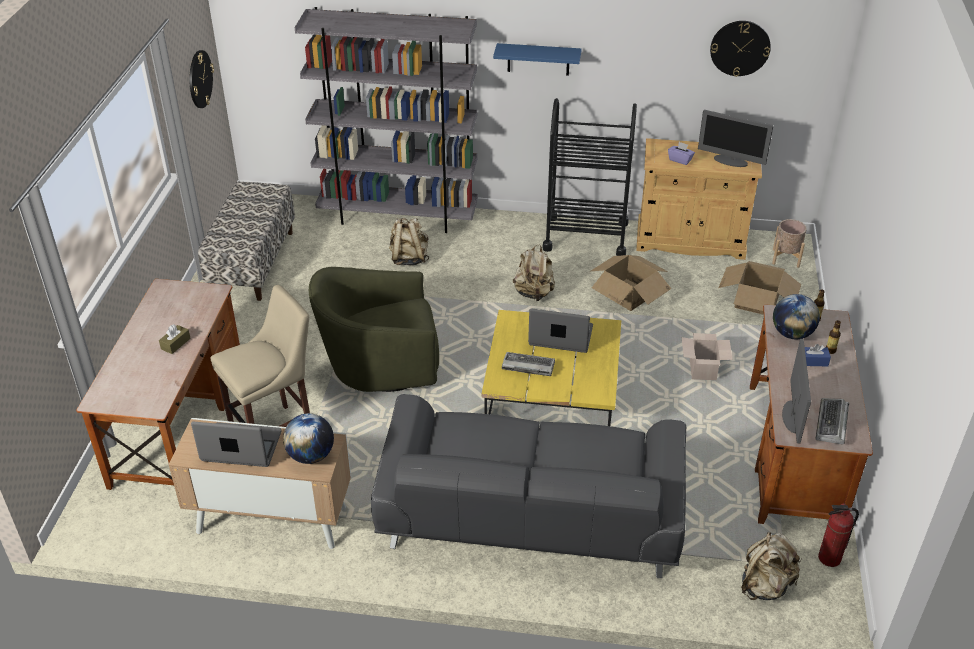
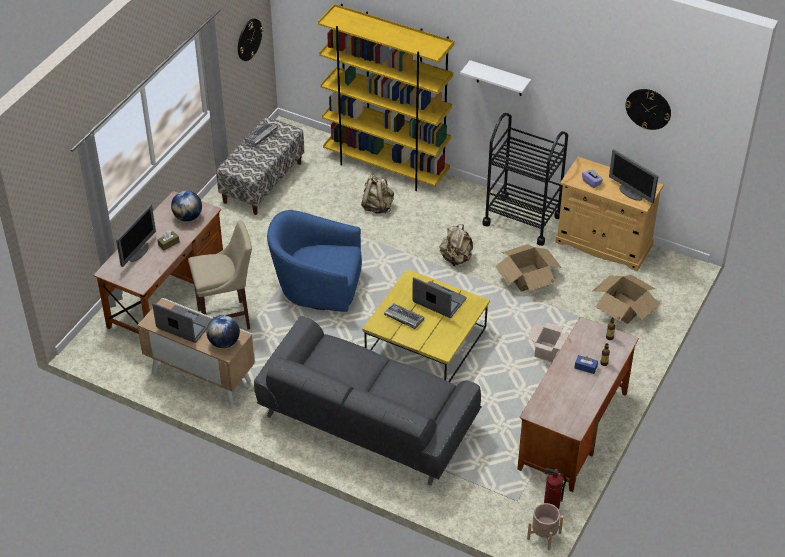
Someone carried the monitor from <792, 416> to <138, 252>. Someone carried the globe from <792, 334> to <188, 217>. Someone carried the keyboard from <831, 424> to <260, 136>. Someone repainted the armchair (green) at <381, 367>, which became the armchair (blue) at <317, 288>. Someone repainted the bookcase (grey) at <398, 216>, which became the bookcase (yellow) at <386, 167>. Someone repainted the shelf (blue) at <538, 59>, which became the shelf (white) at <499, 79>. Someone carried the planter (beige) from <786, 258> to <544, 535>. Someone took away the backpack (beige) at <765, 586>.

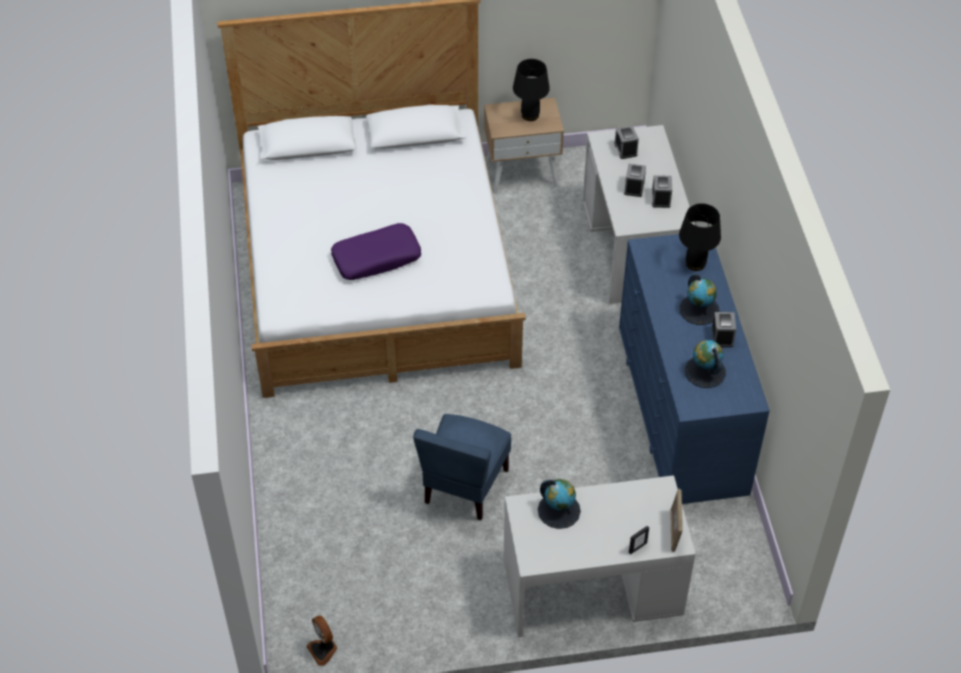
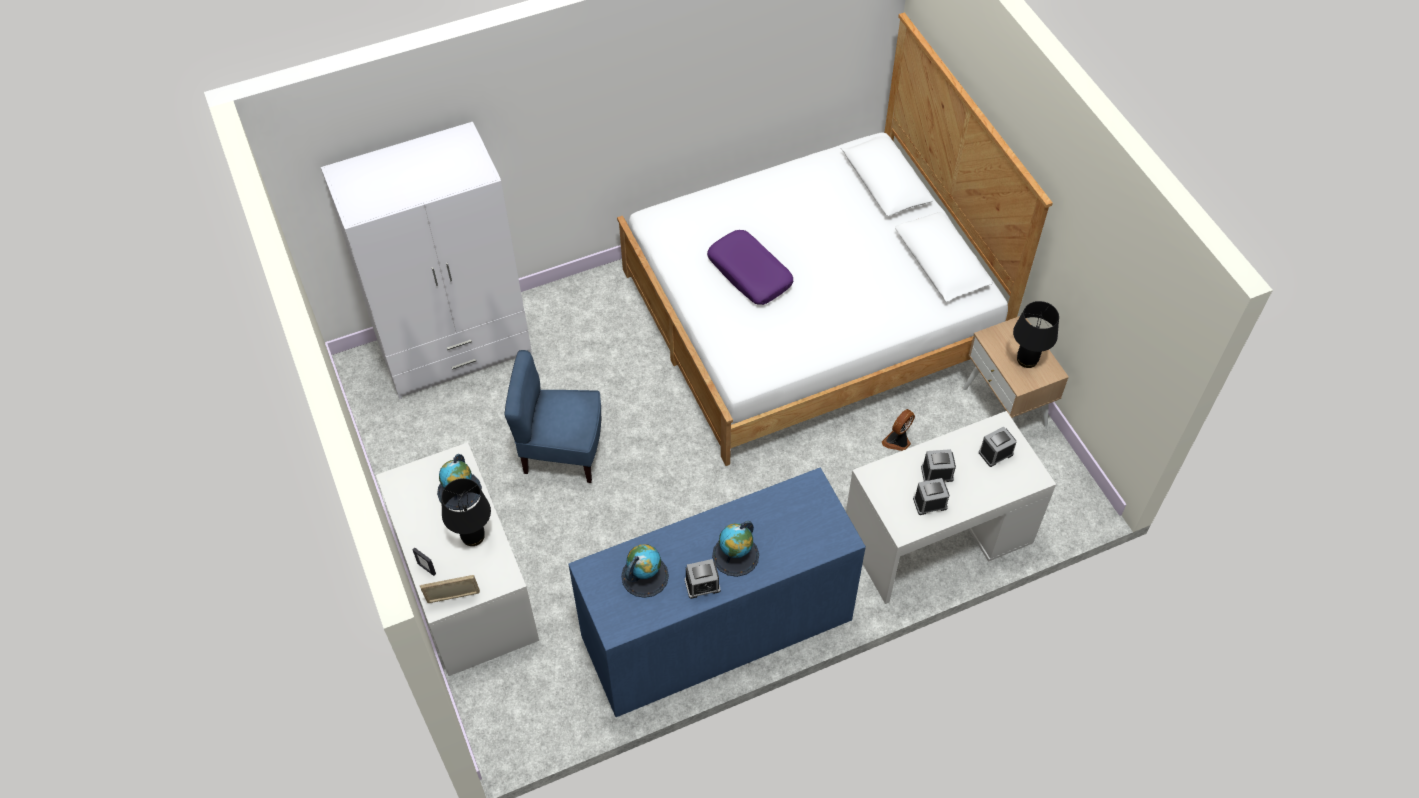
Someone put down the wardrobe (white) at <455, 349>. Someone carried the table lamp (black) from <695, 263> to <473, 535>. Someone carried the fan from <323, 650> to <898, 441>.

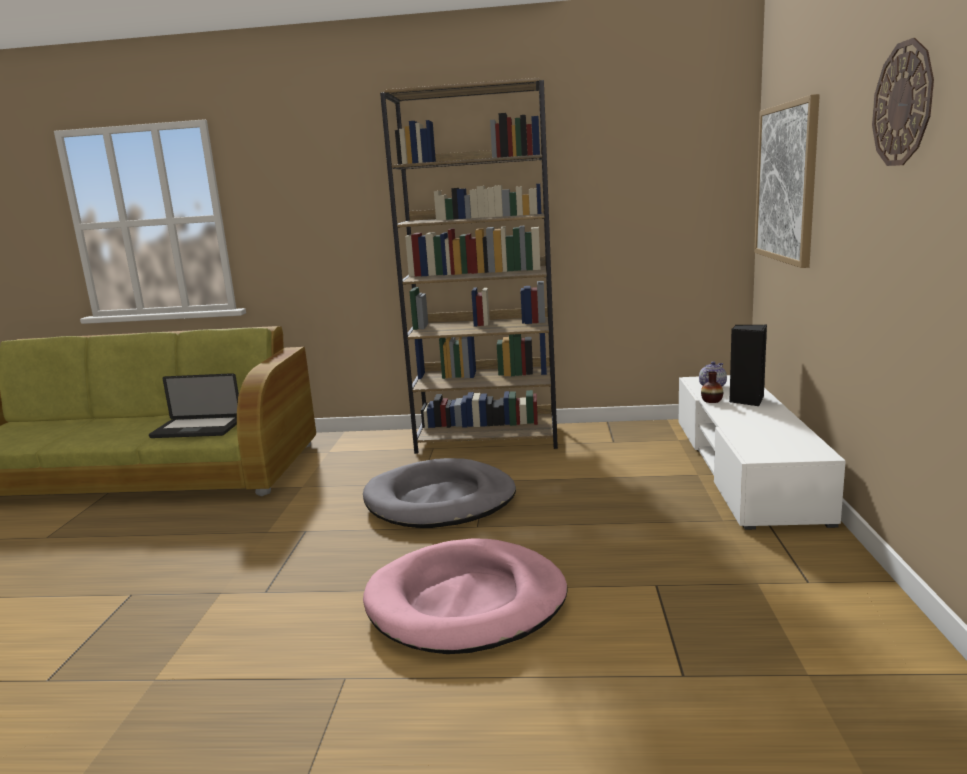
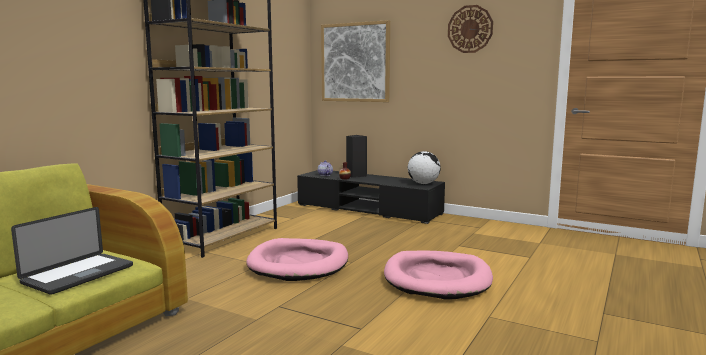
Someone repainted the dog bed (grey) at <440, 500>, which became the dog bed (pink) at <299, 263>. Someone repainted the tv stand (white) at <744, 467>, which became the tv stand (black) at <368, 209>. Someone put down the globe at <423, 183>.

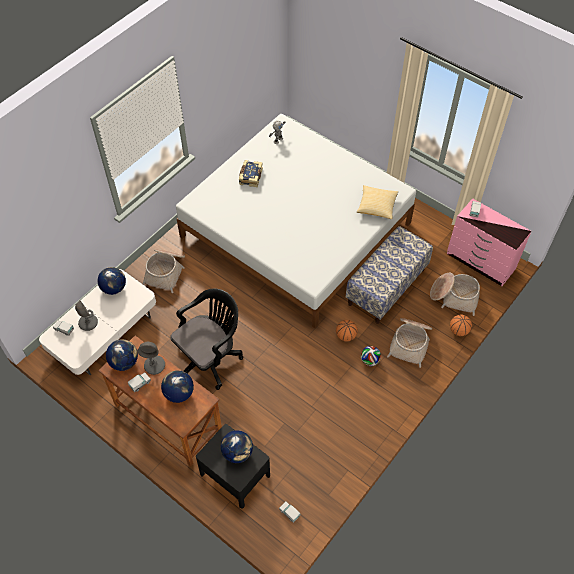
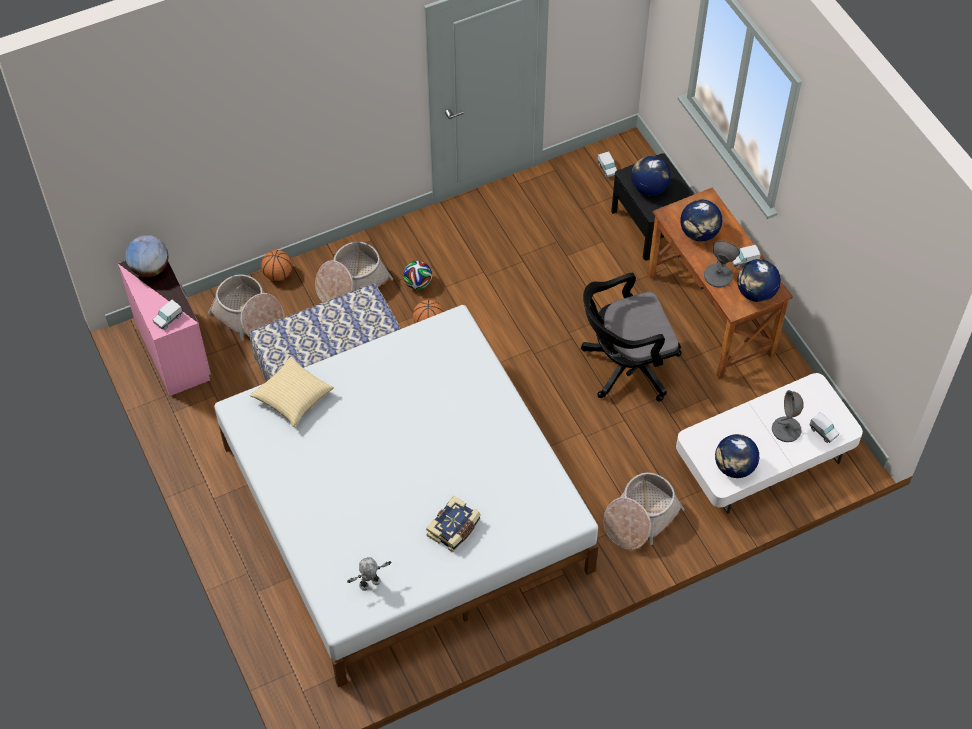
Someone put down the globe at <150, 268>.

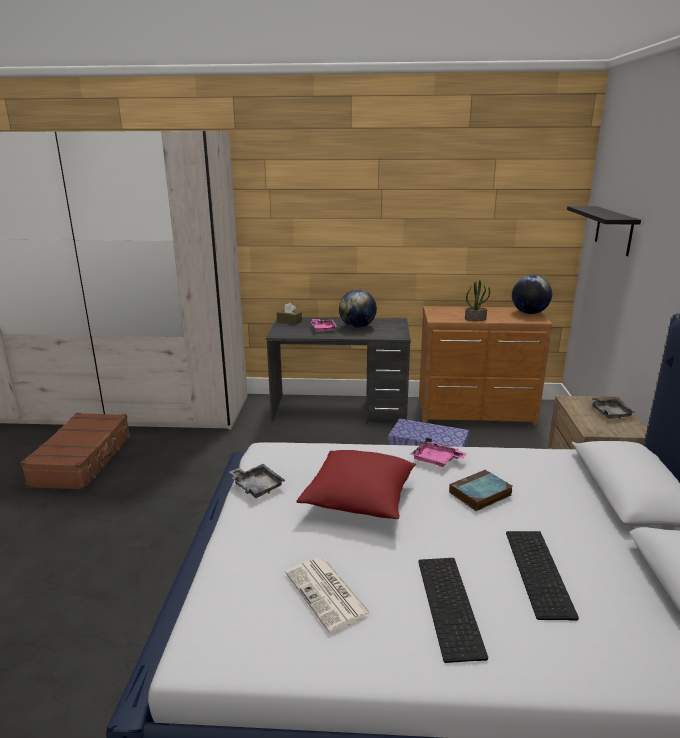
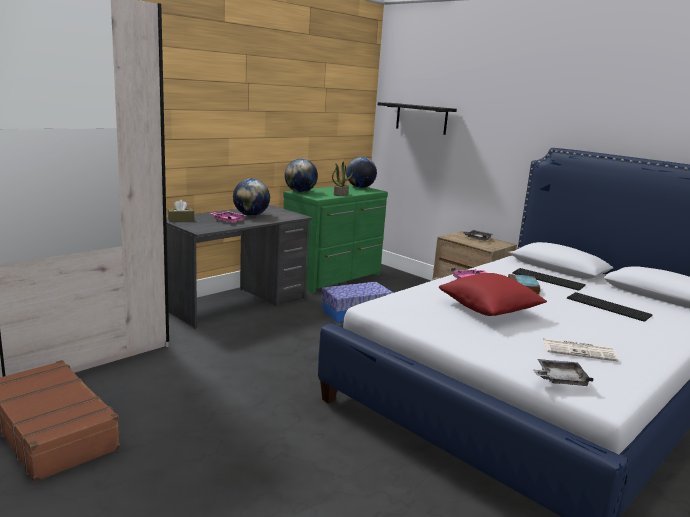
Someone repainted the dresser (brown) at <477, 413>, which became the dresser (green) at <334, 278>. Someone put down the globe at <300, 192>. Someone carried the keyboard from <452, 606> to <549, 279>. Someone carried the tray (grey) from <257, 486> to <560, 379>.

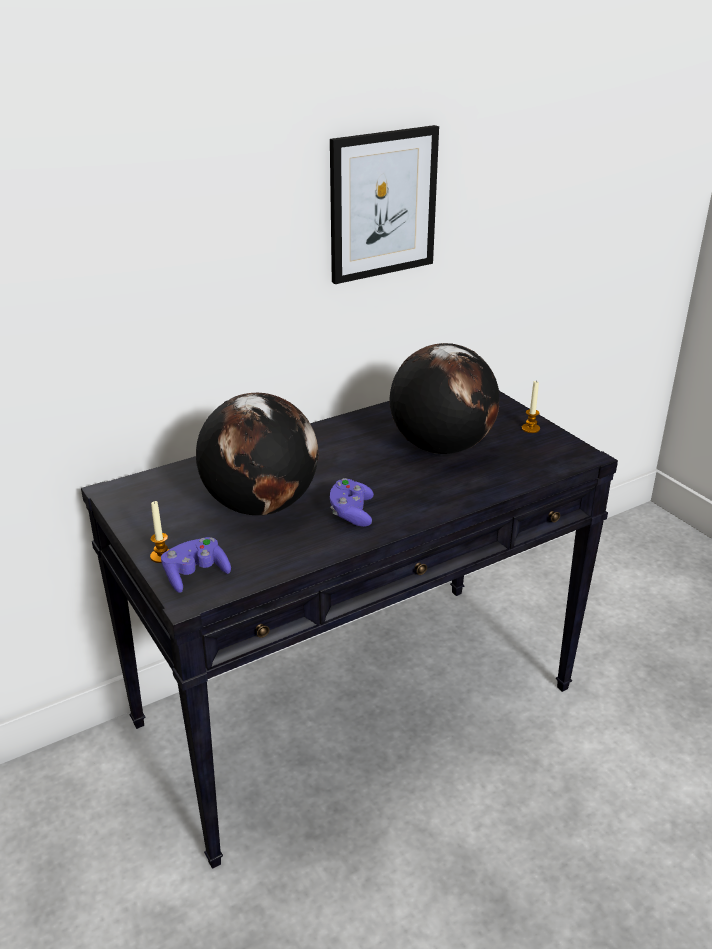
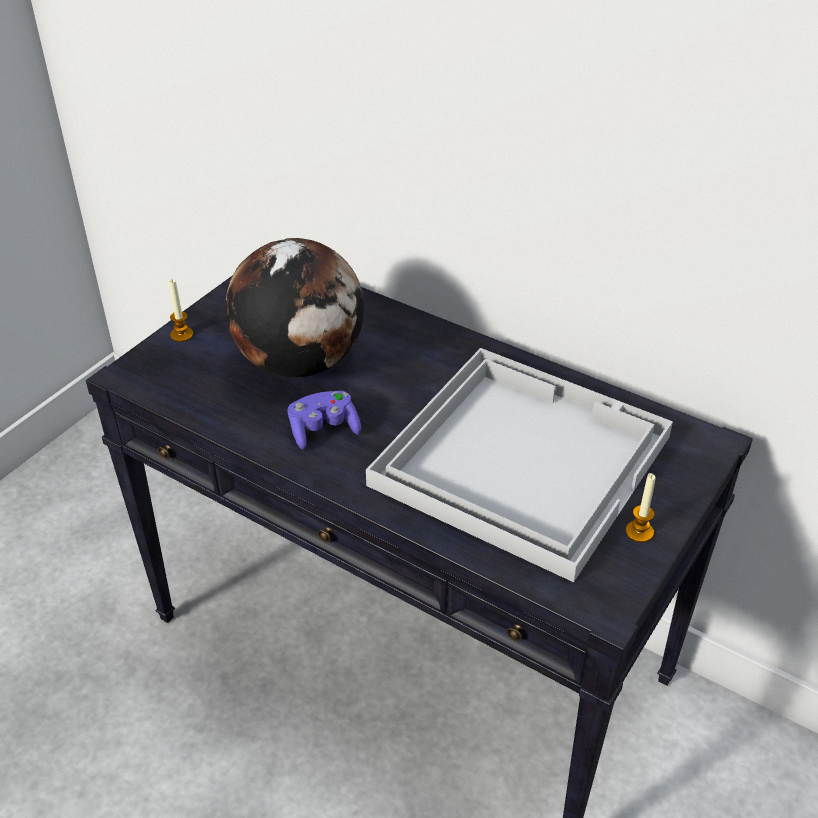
Someone swapped the globe at <440, 447> for the tray (white) at <520, 458>. Someone took away the game controller (purple) at <195, 575>. Someone took away the picture at <382, 204>.

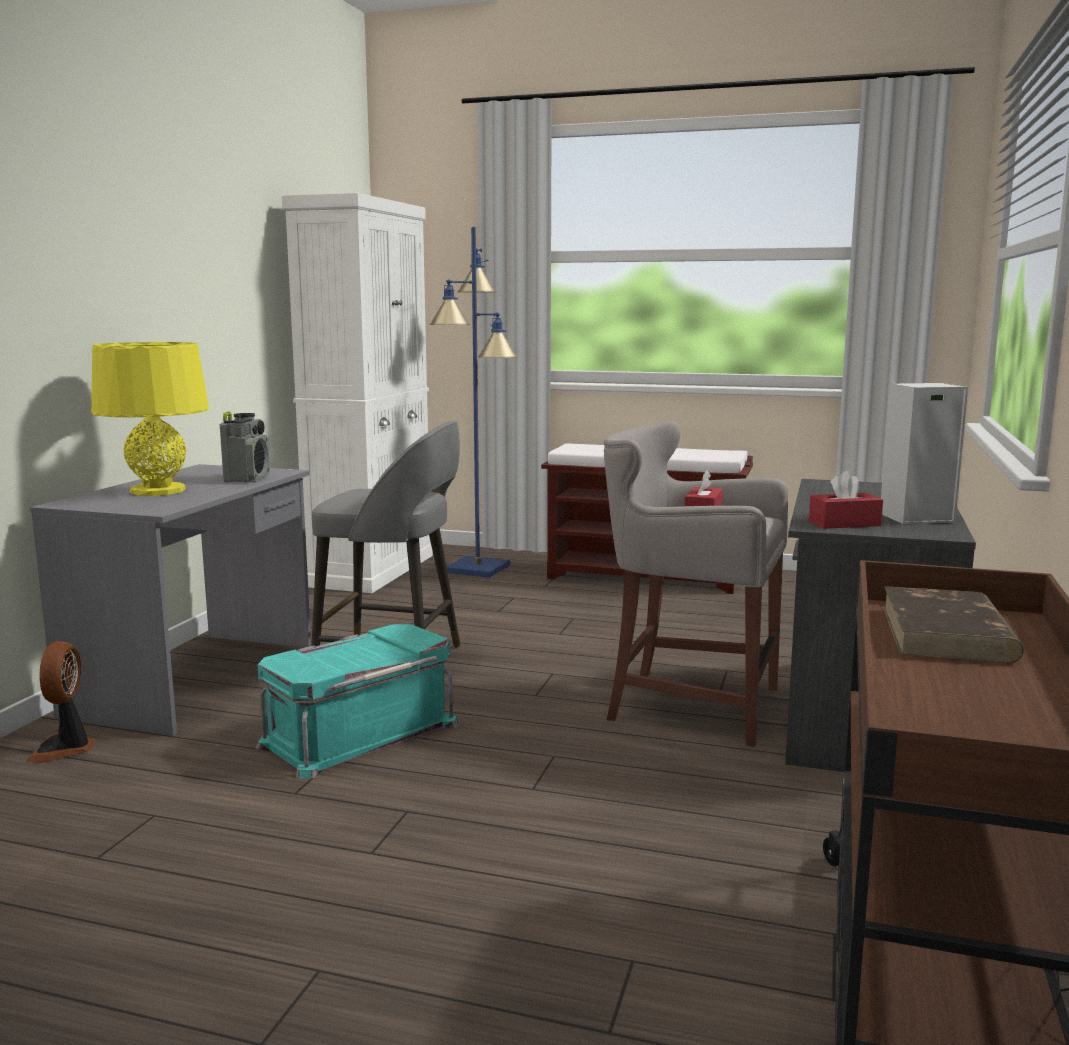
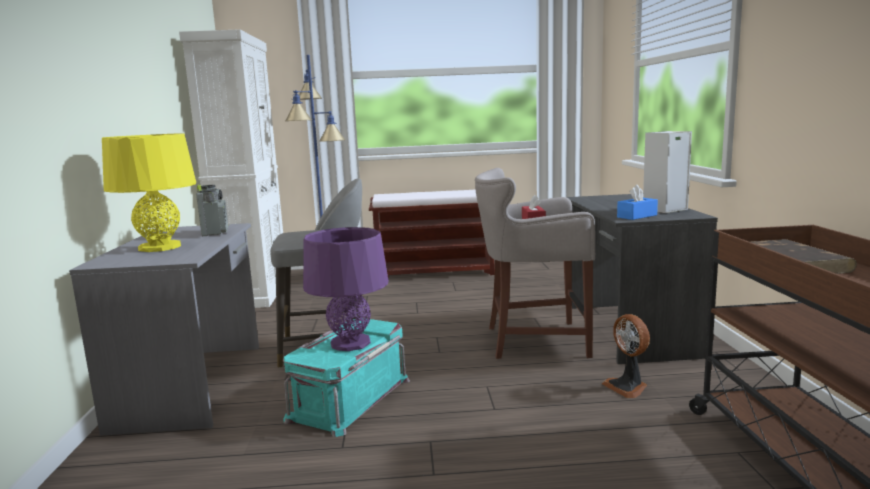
Someone put down the table lamp (purple) at <351, 343>. Someone carried the fan from <65, 749> to <627, 387>. Someone repainted the tissue box (red) at <844, 523>, which became the tissue box (blue) at <637, 216>.

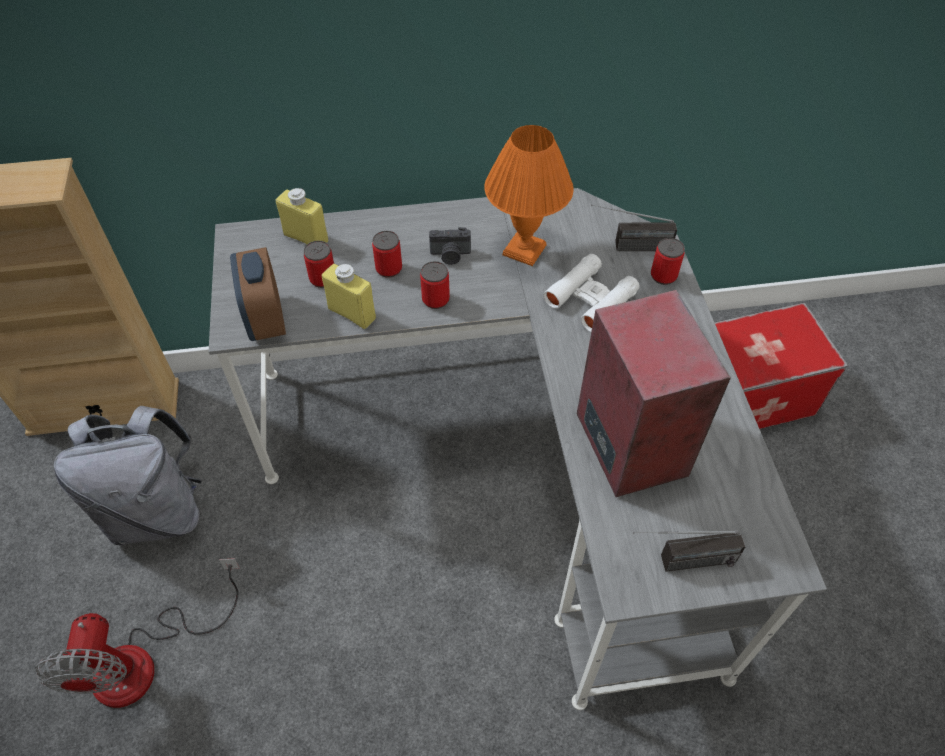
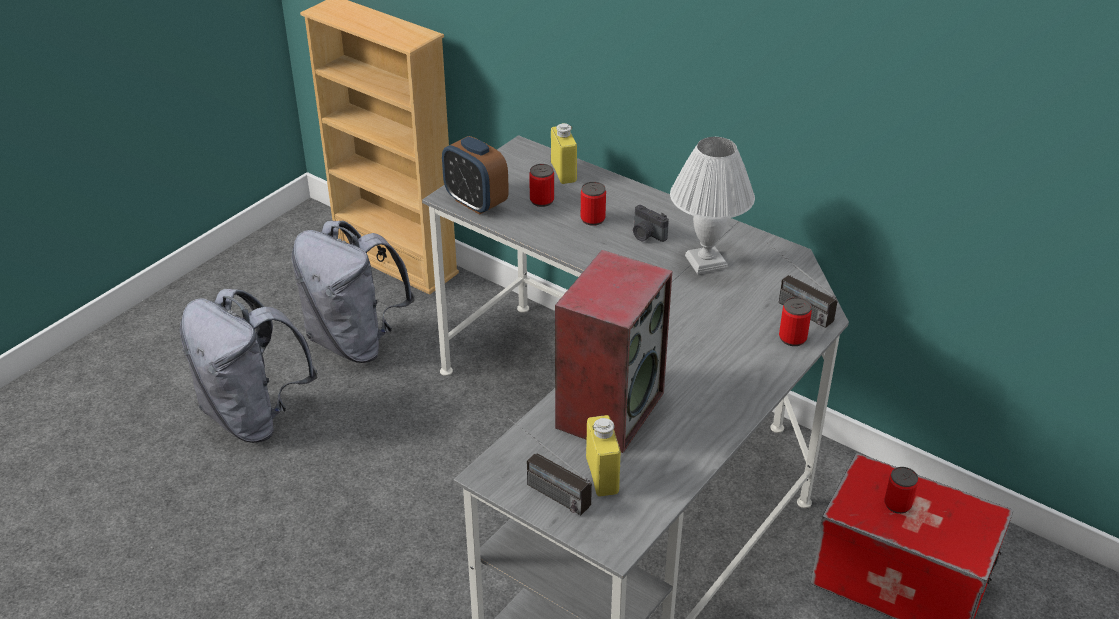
Someone swapped the fan at <145, 660> for the backpack (grey) at <254, 416>. Someone rotated the alarm clock at <266, 320> by 75 degrees counterclockwise. Someone carried the bottle (yellow) from <352, 313> to <602, 476>. Someone repainted the table lamp (orange) at <524, 251>, which became the table lamp (white) at <705, 262>. Someone carried the can from <435, 299> to <897, 504>. Someone took away the binoculars (white) at <590, 298>.

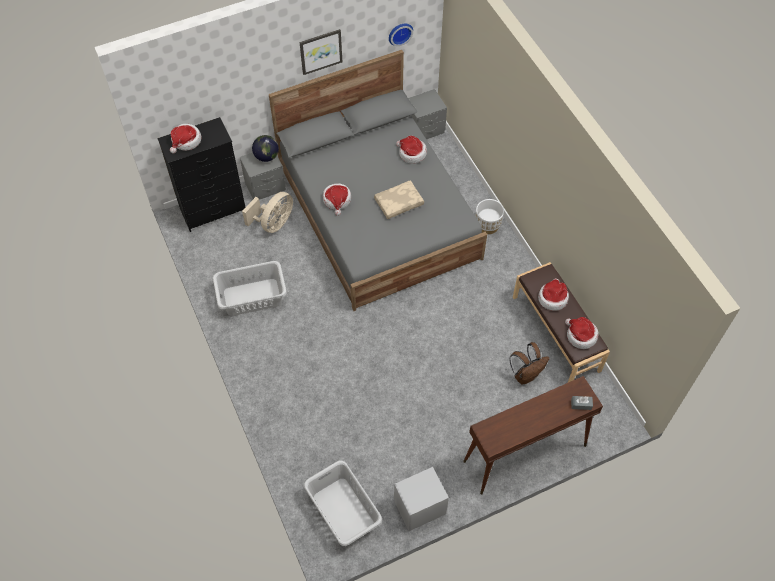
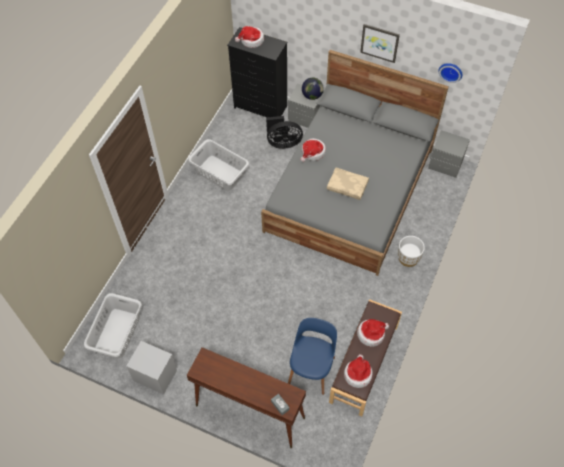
Someone repainted the fan (beige) at <273, 223>, which became the fan (black) at <283, 143>. Someone swapped the backpack (brown) at <526, 375> for the chair (blue) at <312, 368>. Someone took away the hat at <411, 153>.

